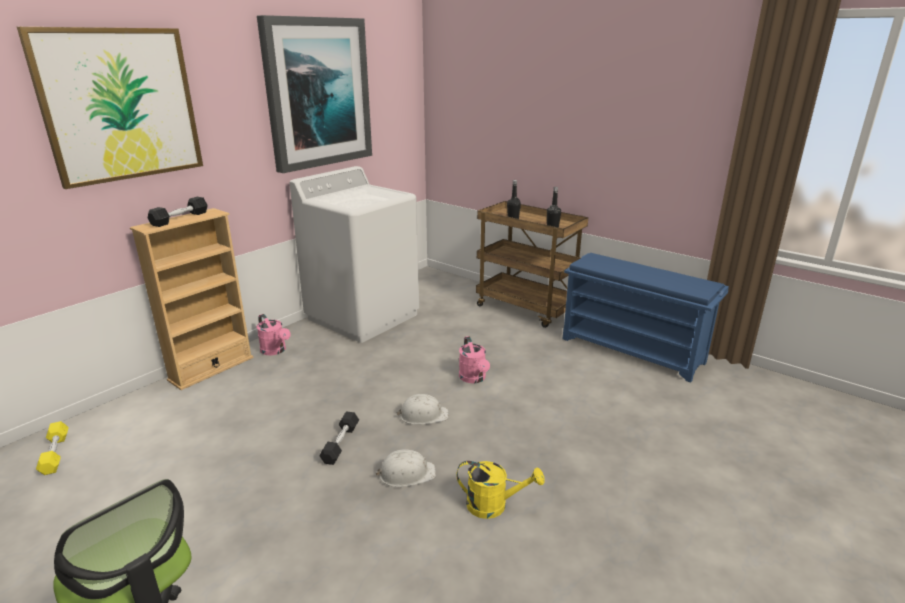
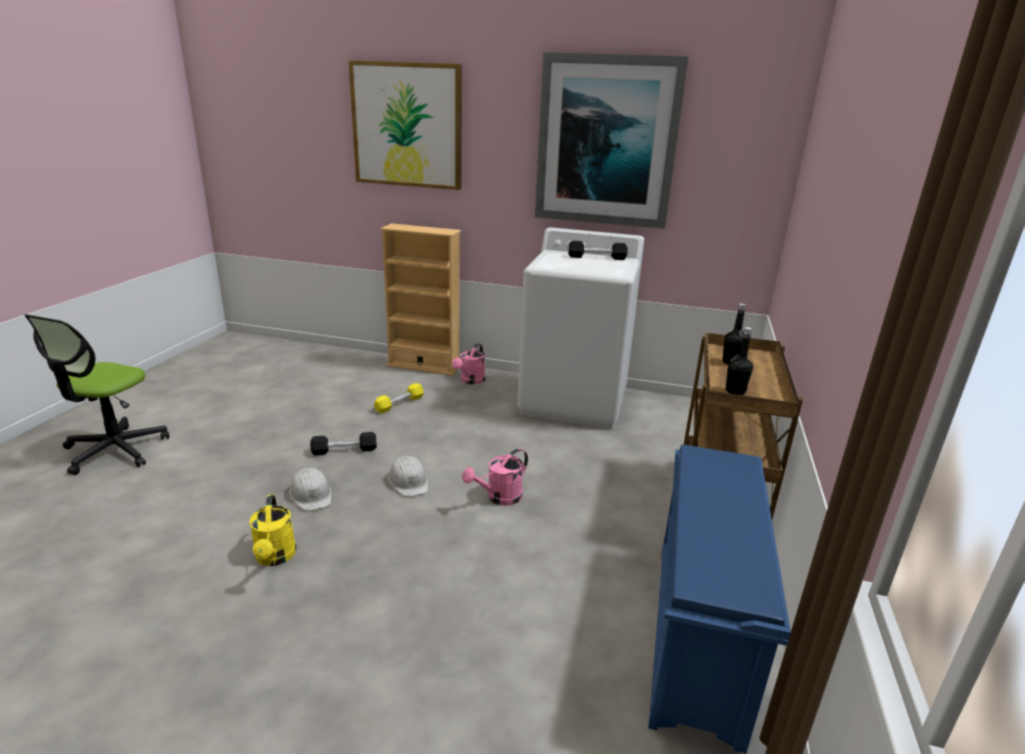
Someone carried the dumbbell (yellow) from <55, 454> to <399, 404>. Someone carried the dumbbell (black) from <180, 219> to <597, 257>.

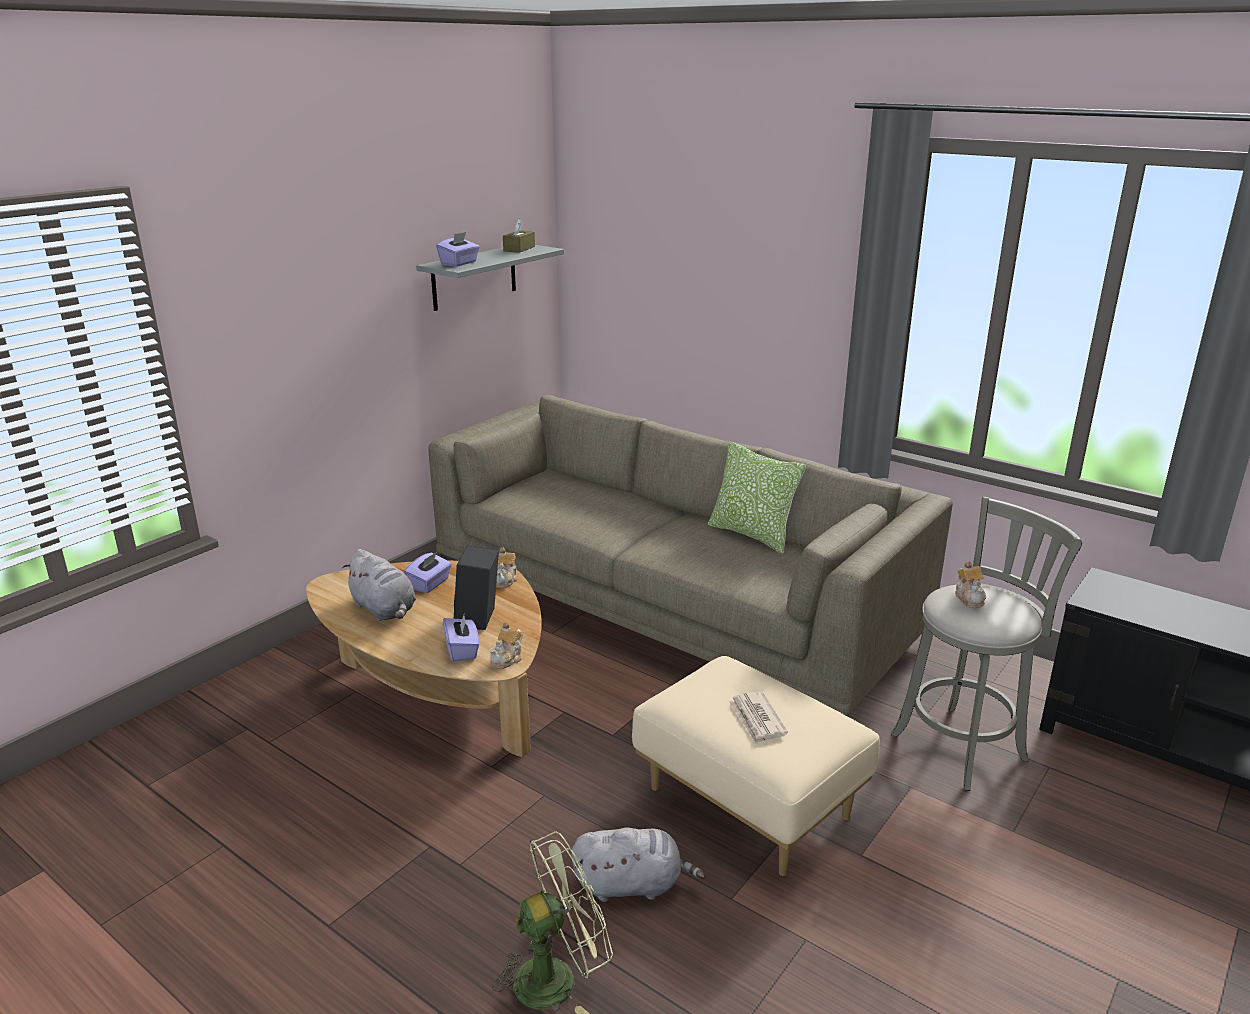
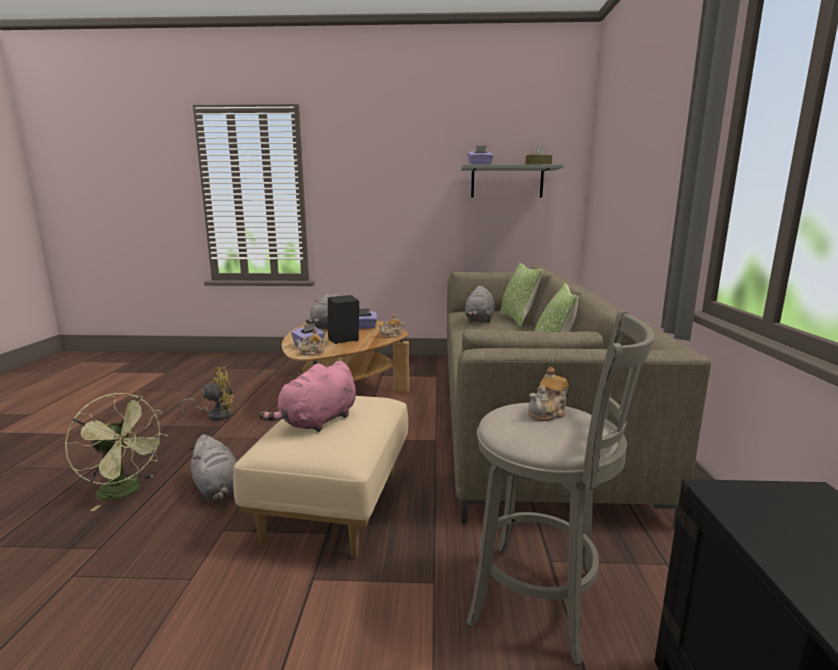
Someone put down the fan (yellow) at <216, 415>. Someone swapped the newspaper at <757, 720> for the plush toy (pink) at <317, 422>. Someone put down the plush toy (grey) at <479, 320>. Someone put down the pillow at <517, 319>.

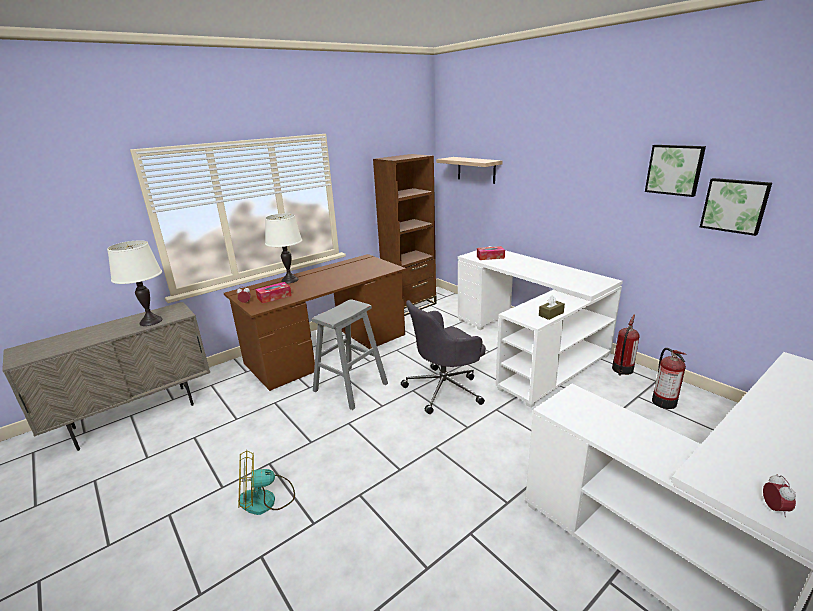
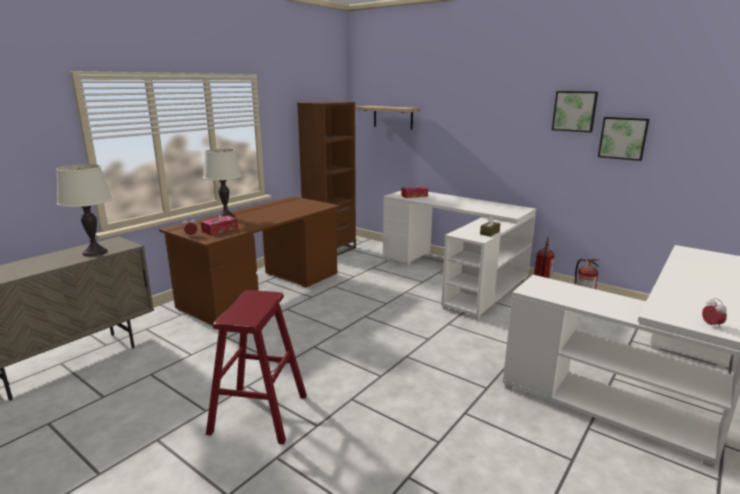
Someone swapped the fan at <266, 499> for the stool (red) at <259, 414>. Someone took away the stool (grey) at <350, 387>. Someone took away the office chair (grey) at <445, 389>.

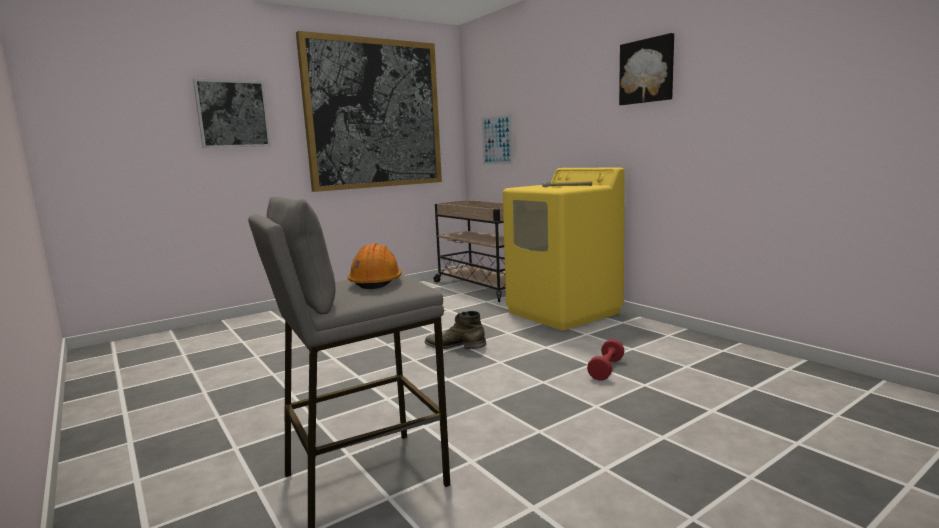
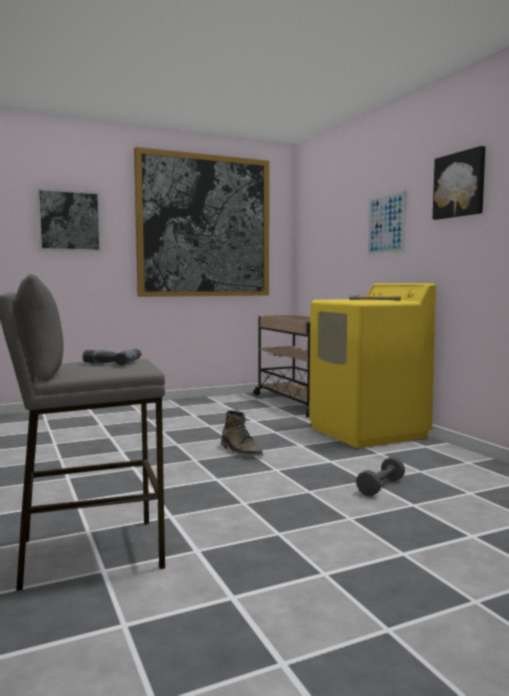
Someone swapped the hard hat (orange) at <376, 282> for the power drill at <112, 362>. Someone rotated the boot (green) at <455, 345> by 150 degrees counterclockwise. Someone repainted the dumbbell (red) at <606, 369>, which became the dumbbell (grey) at <380, 487>. Someone carried the picture from <497, 140> to <386, 224>.

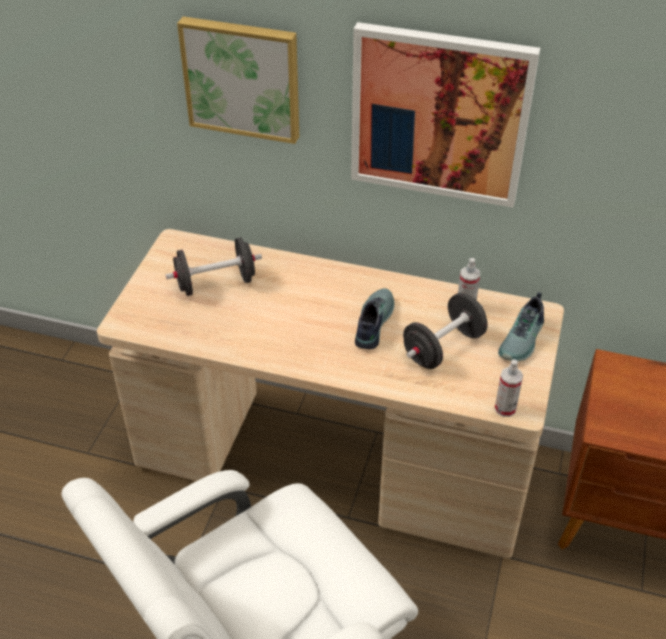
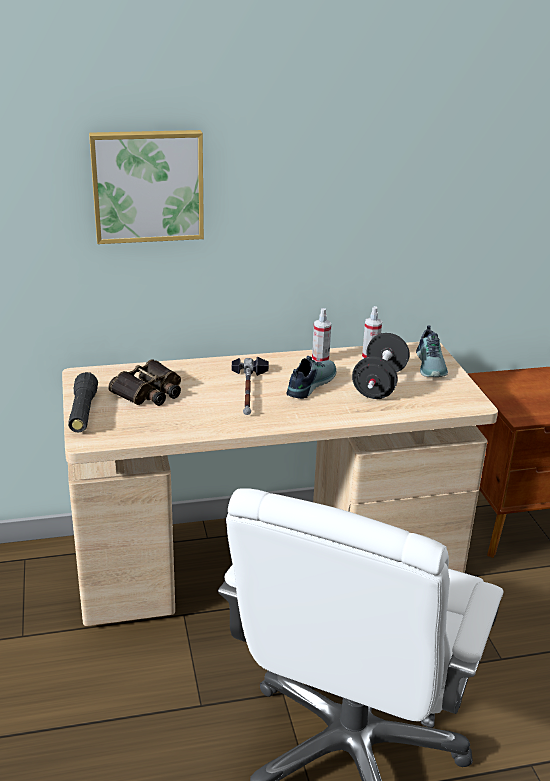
Someone put down the flashlight (black) at <83, 412>. Someone swapped the dumbbell (black) at <216, 283> for the binoculars at <150, 392>. Someone put down the hammer at <249, 390>. Someone rotated the shoe at <372, 323> by 45 degrees clockwise. Someone carried the spray bottle from <505, 408> to <320, 359>. Someone took away the picture at <439, 115>.

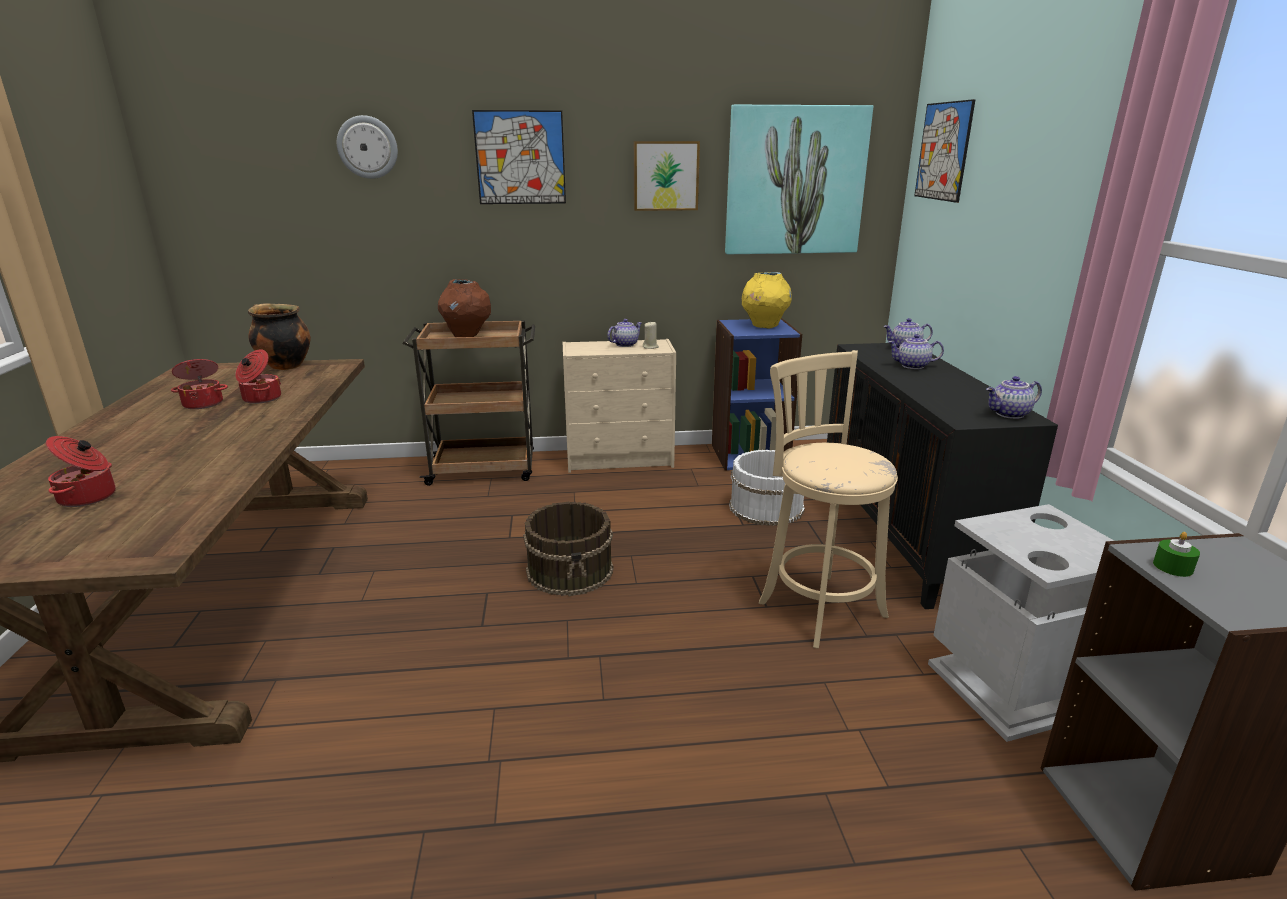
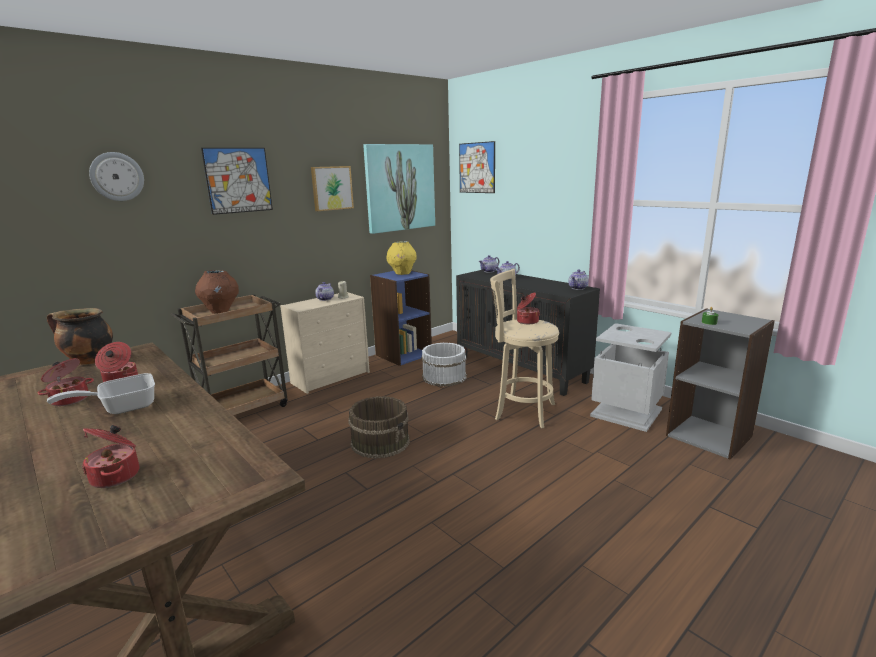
Someone put down the frying pan at <122, 407>. Someone put down the cooking pot at <527, 321>.

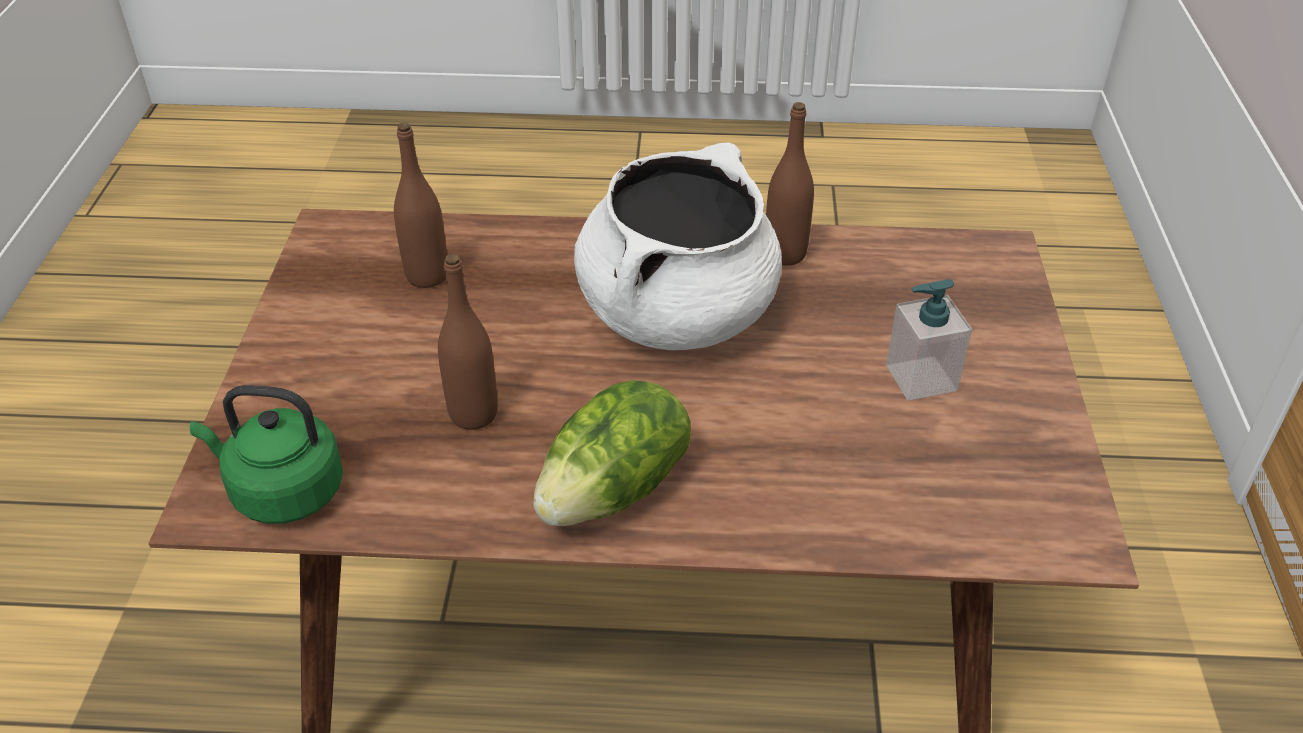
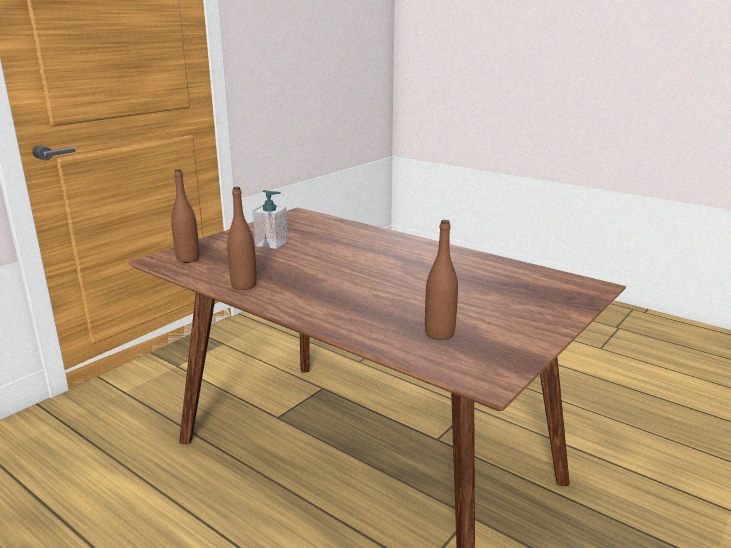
Someone carried the bottle (brown) from <473, 414> to <188, 259>. Someone took away the kettle (green) at <282, 491>. Someone took away the lettuce at <616, 490>. Someone took away the cooking pot (white) at <677, 314>.

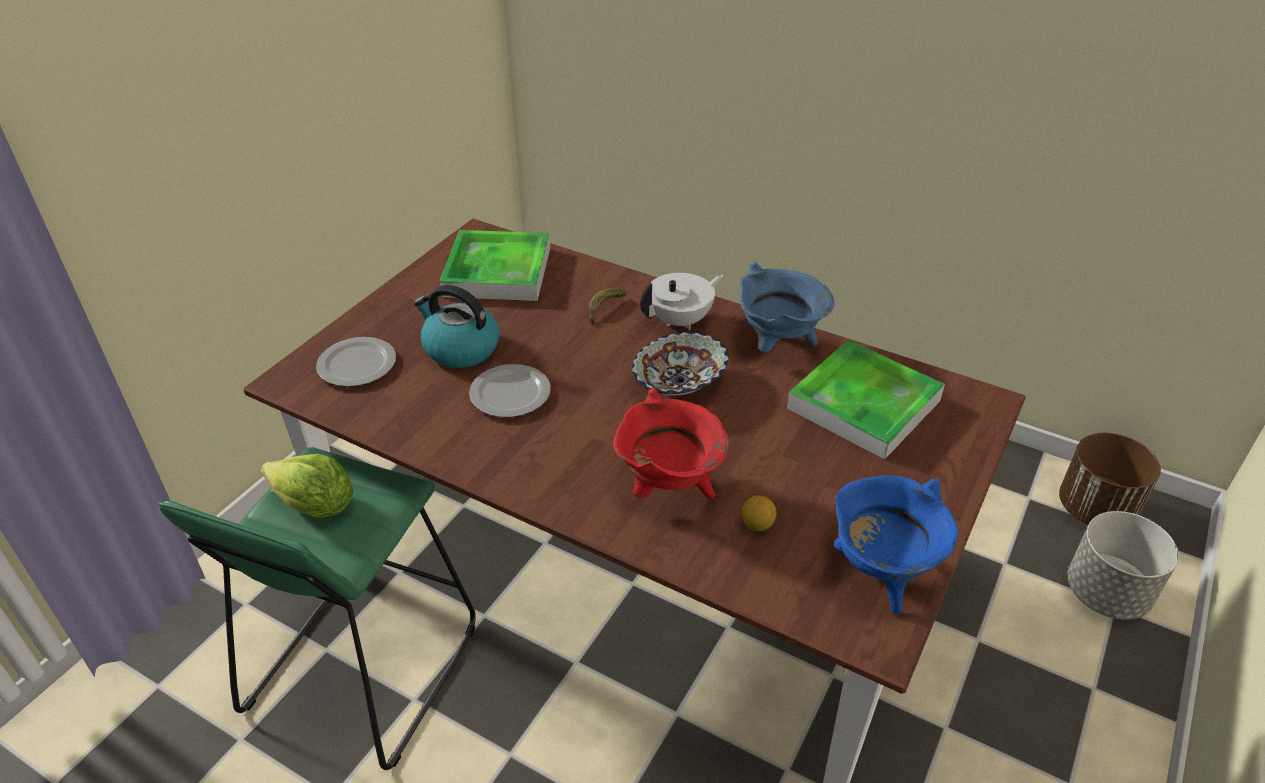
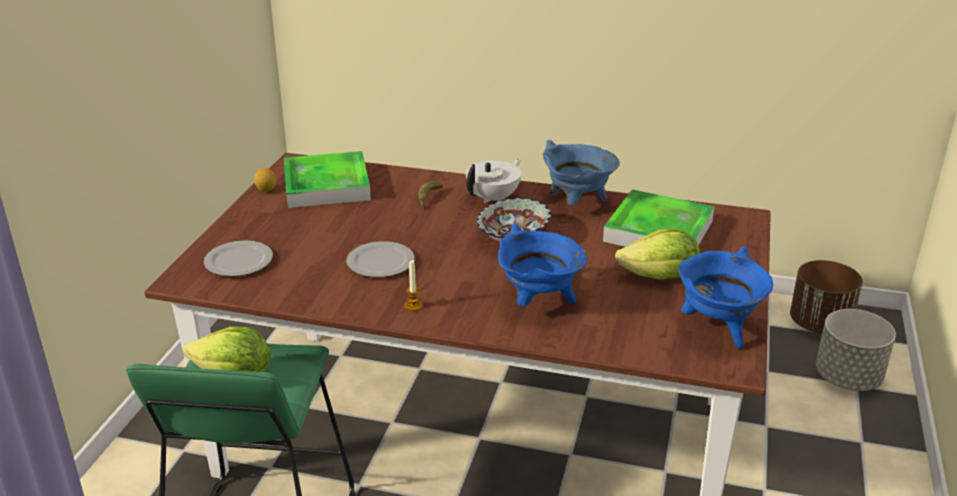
Someone carried the lemon from <757, 525> to <266, 190>. Someone put down the candle at <413, 305>. Someone repainted the cooking pot (red) at <669, 488>, which became the cooking pot (blue) at <538, 302>. Someone put down the lettuce at <660, 277>. Someone took away the kettle at <460, 348>.

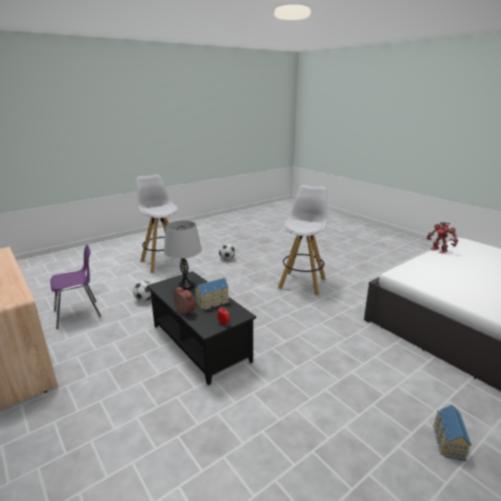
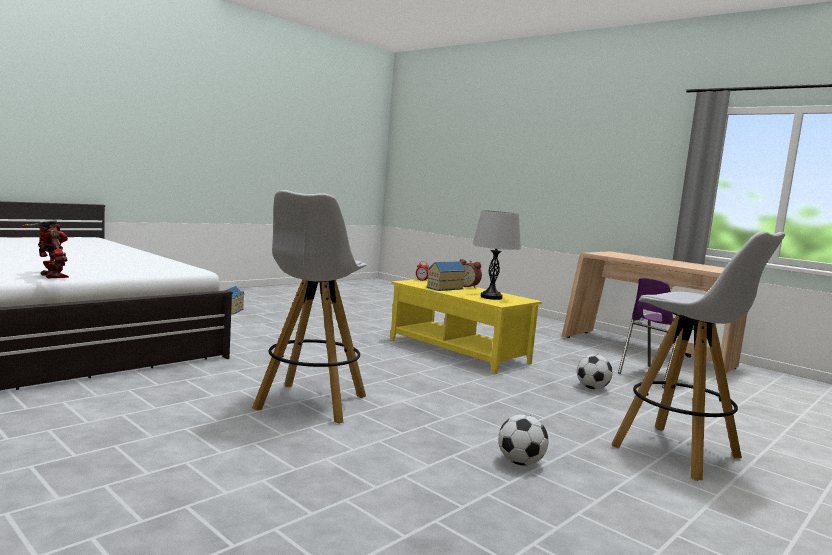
Someone repainted the coffee table (black) at <199, 343>, which became the coffee table (yellow) at <459, 351>.

